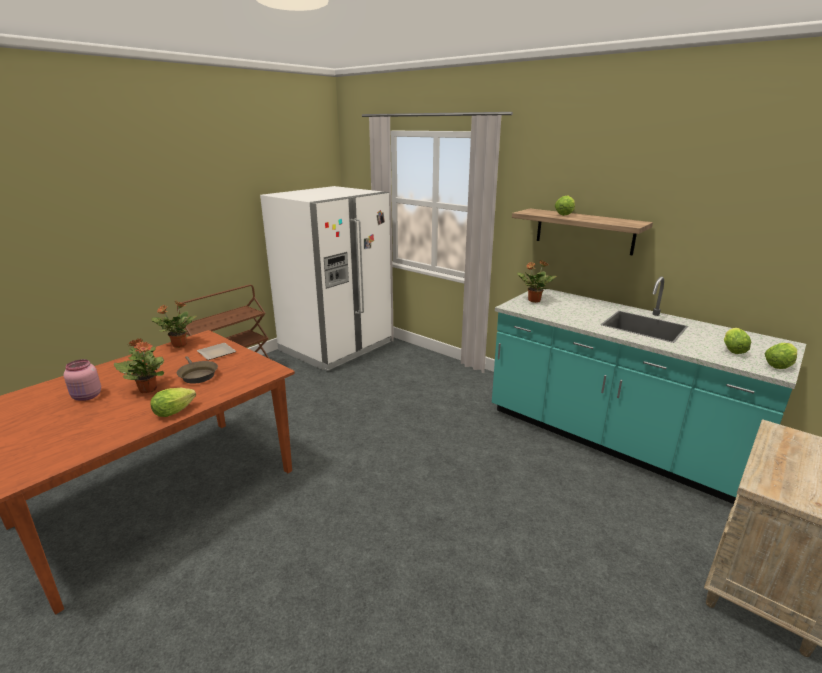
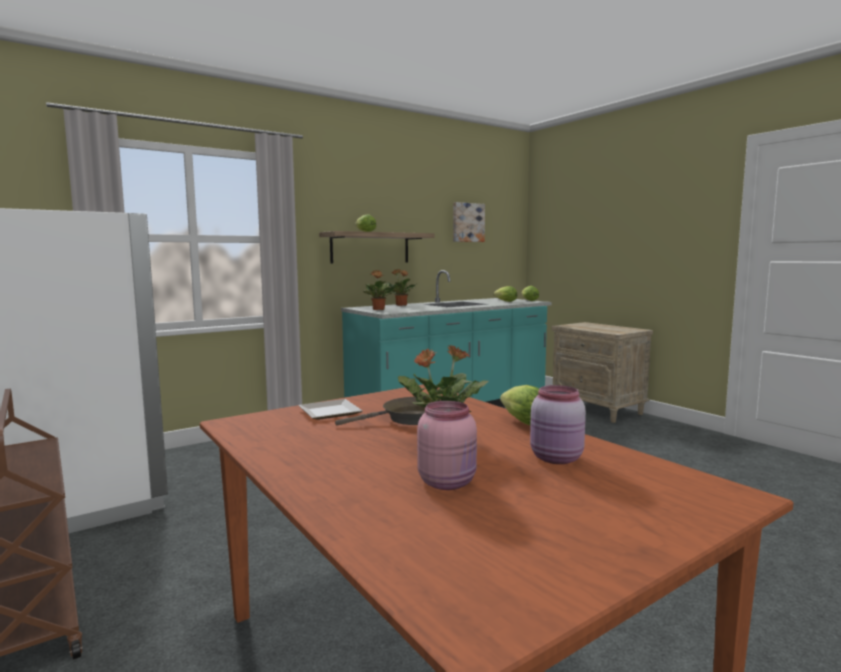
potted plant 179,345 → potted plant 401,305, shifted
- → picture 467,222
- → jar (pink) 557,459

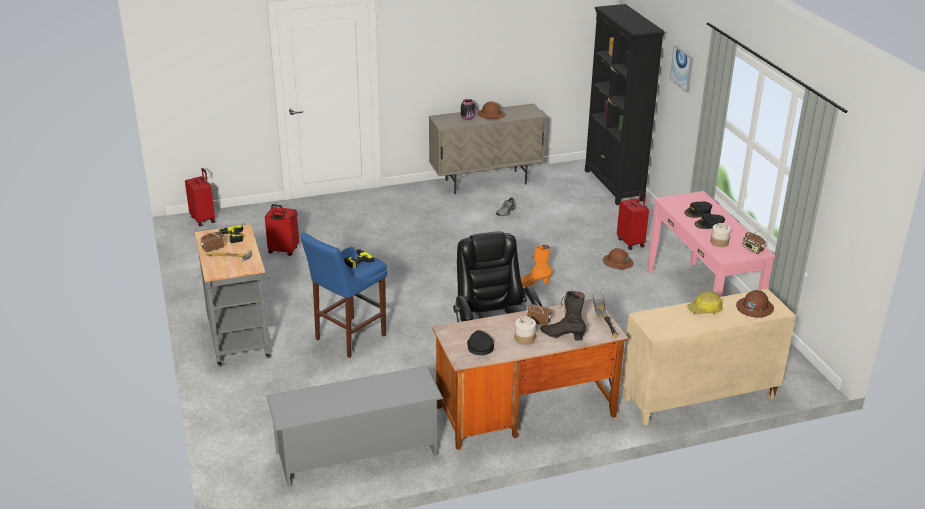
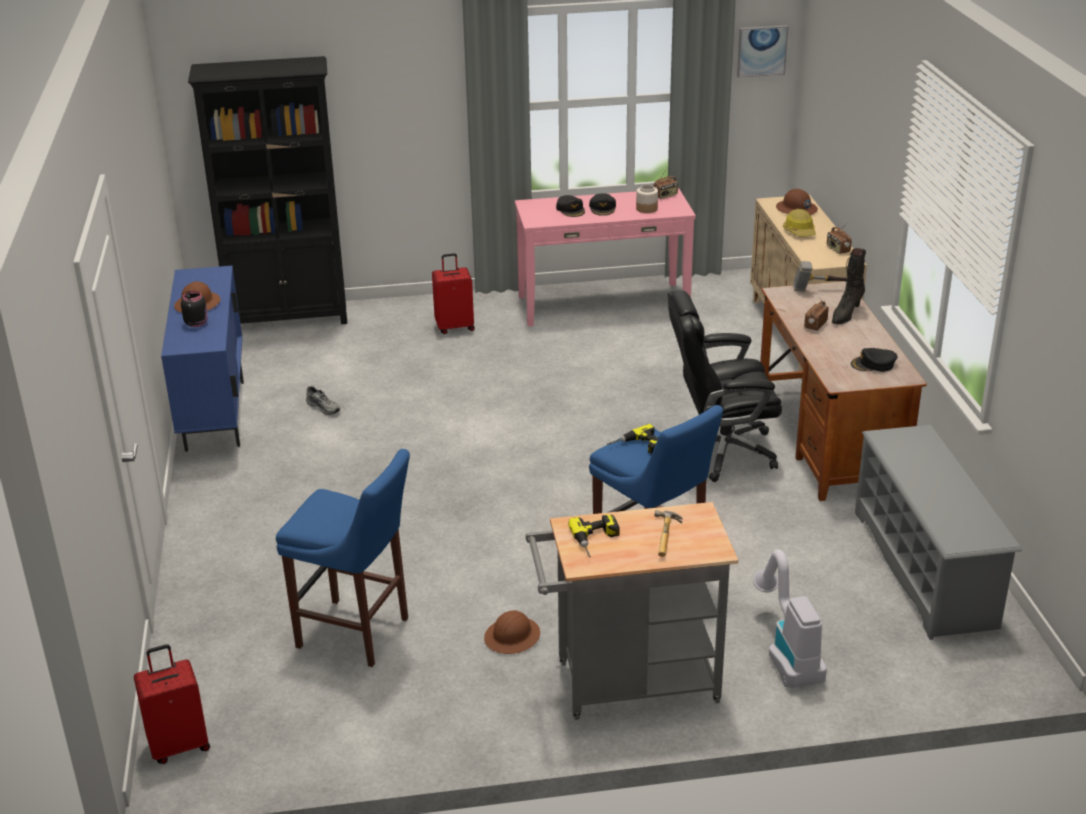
radio 213,248 → radio 837,249, shifted
suitcase (red) 283,251 → stool (blue) 358,634
cabinet (beige) 486,182 → cabinet (blue) 215,415
jar 524,338 → -
boot (orange) 532,283 → -
hard hat (brown) 617,262 → hard hat (brown) 512,637, shifted
picture 682,68 → picture 761,51, shifted
- → vacuum cleaner 786,653

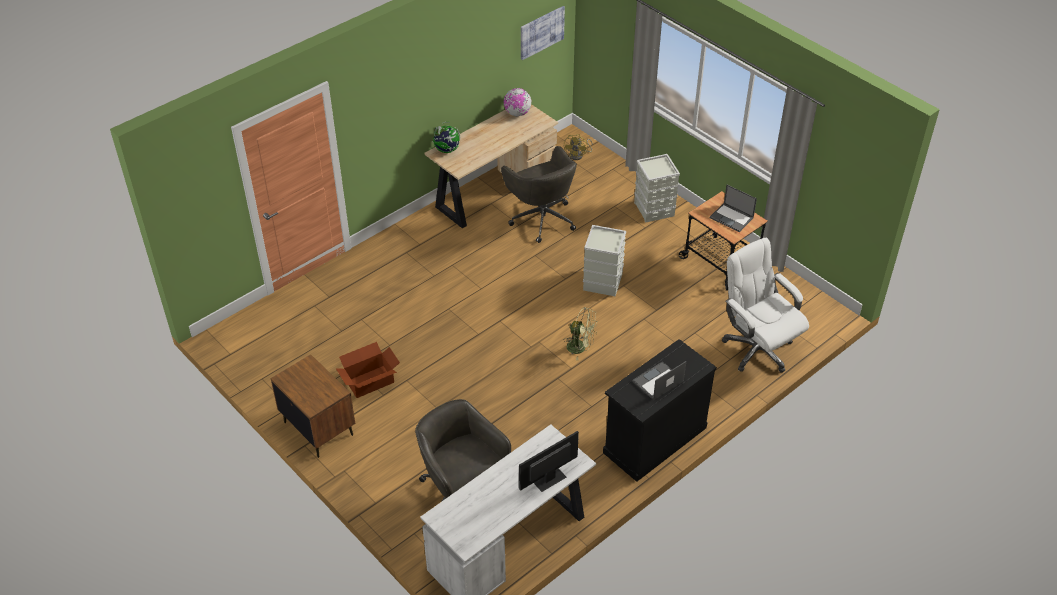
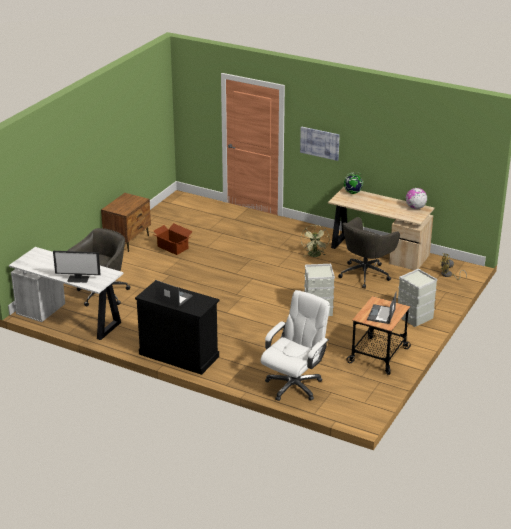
monitor 548,479 → monitor 78,279, 150 degrees clockwise
picture 541,32 → picture 320,143, shifted
fan (green) 580,348 → fan (green) 315,255, shifted

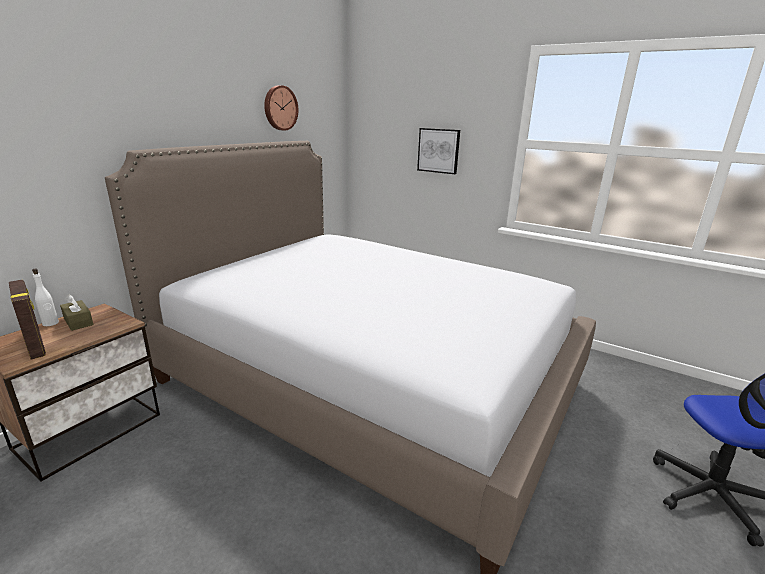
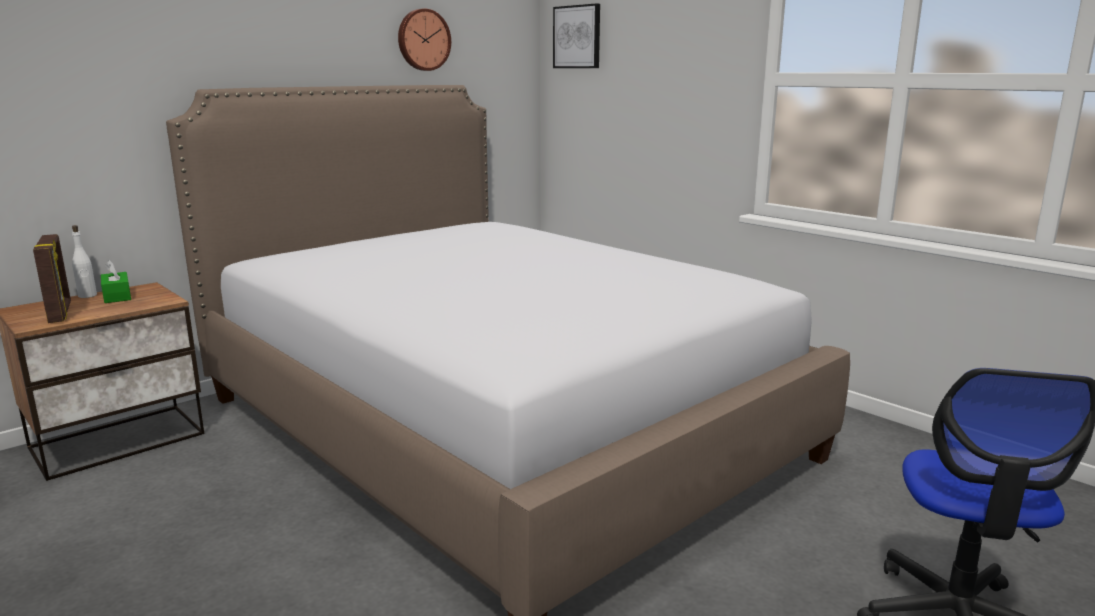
tissue box (brown) 78,321 → tissue box (green) 117,296
picture 438,150 → picture 577,37, shifted

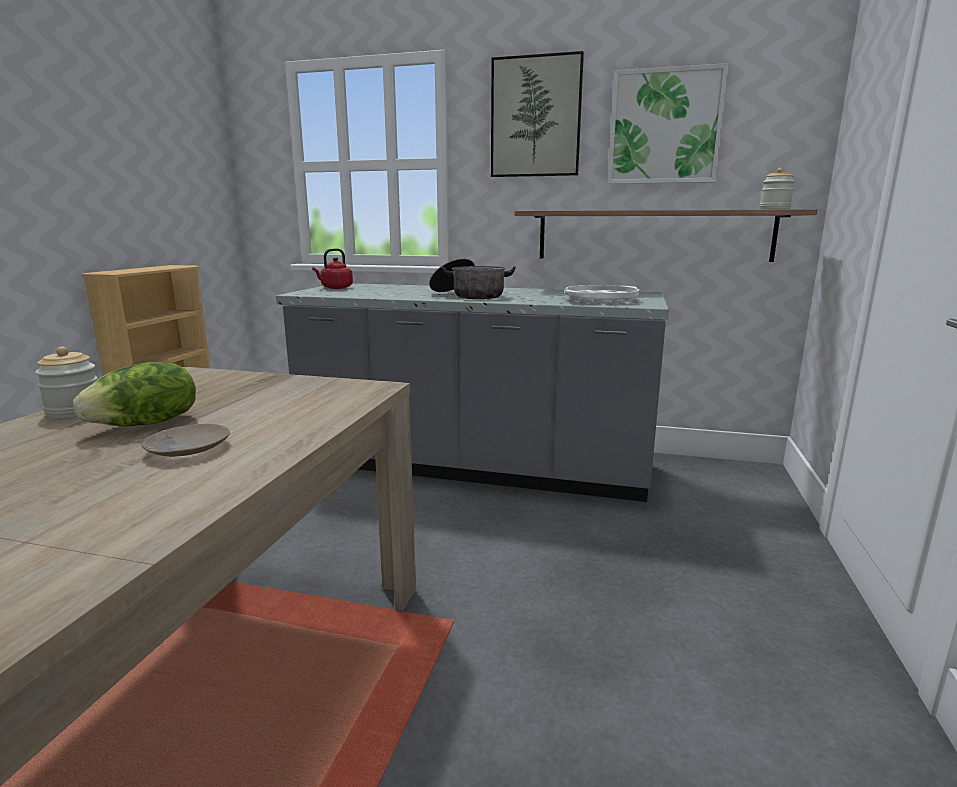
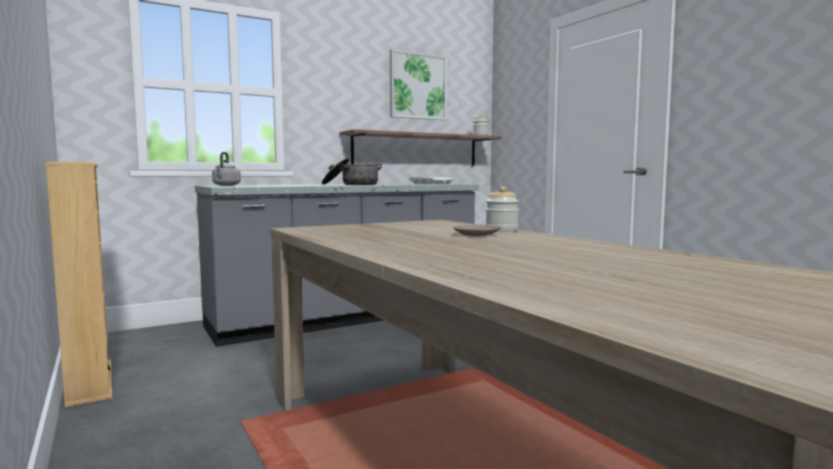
jar 74,411 → jar 501,230, shifted
lettuce 147,424 → -
kettle (red) 335,288 → kettle (grey) 226,185
picture 536,117 → -

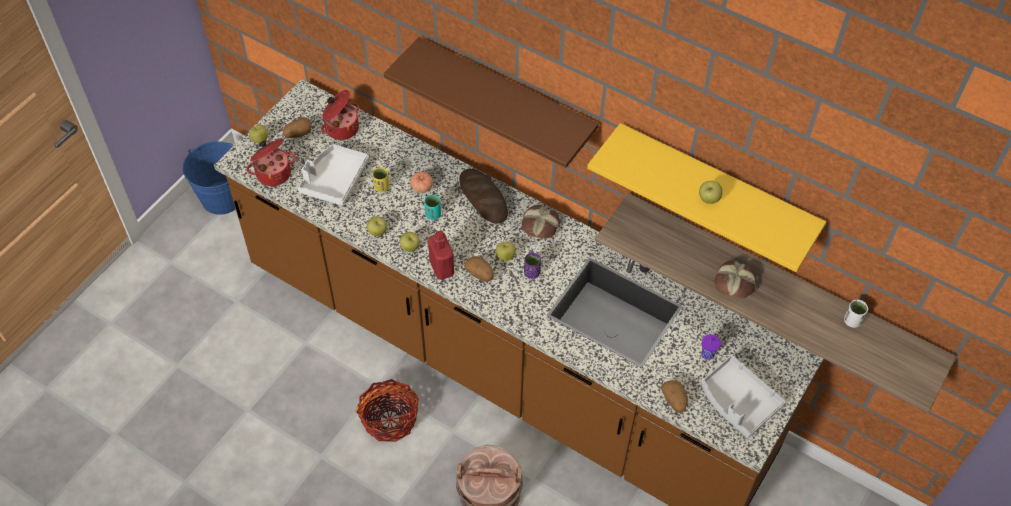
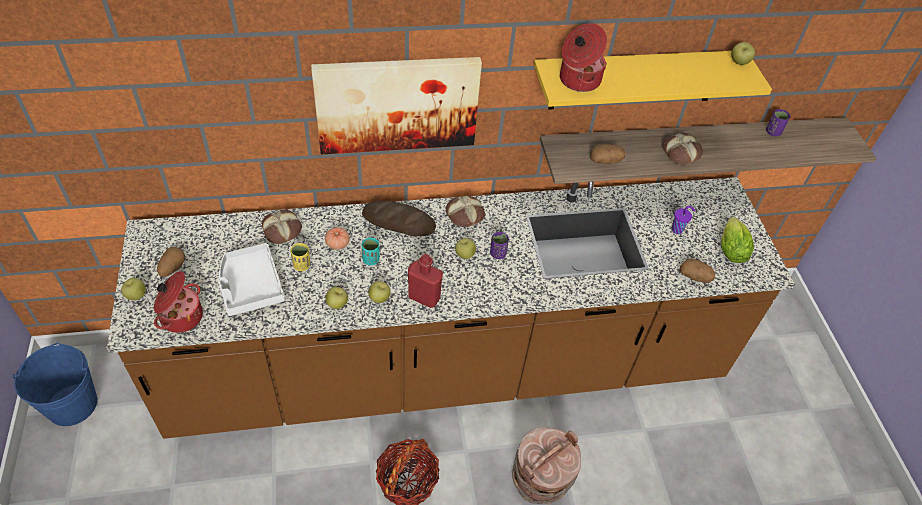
cooking pot 341,127 → cooking pot 578,80, shifted
shelf (brown) 506,99 → picture 397,104
potato 480,274 → potato 605,161, shifted
apple 709,199 → apple 739,63, shifted
tray (grey) 738,401 → lettuce 730,248
cup (white) 852,321 → cup (purple) 773,132
- → bread 282,230

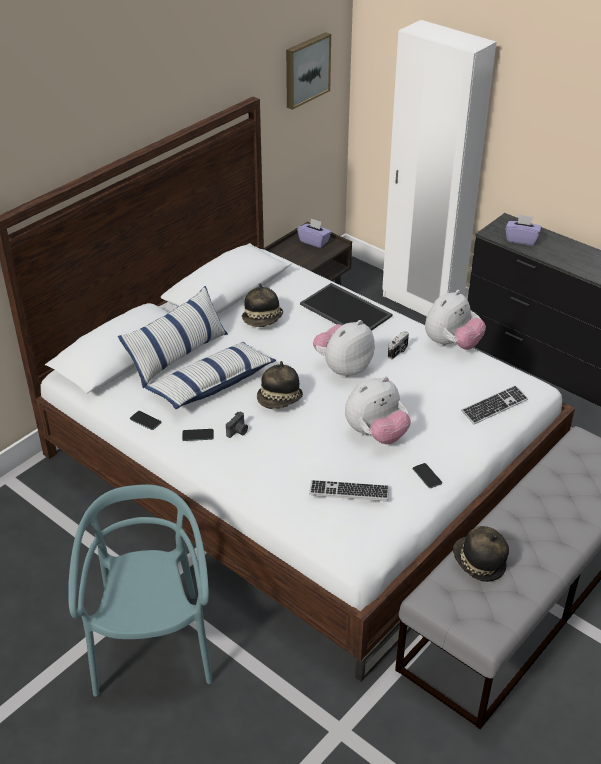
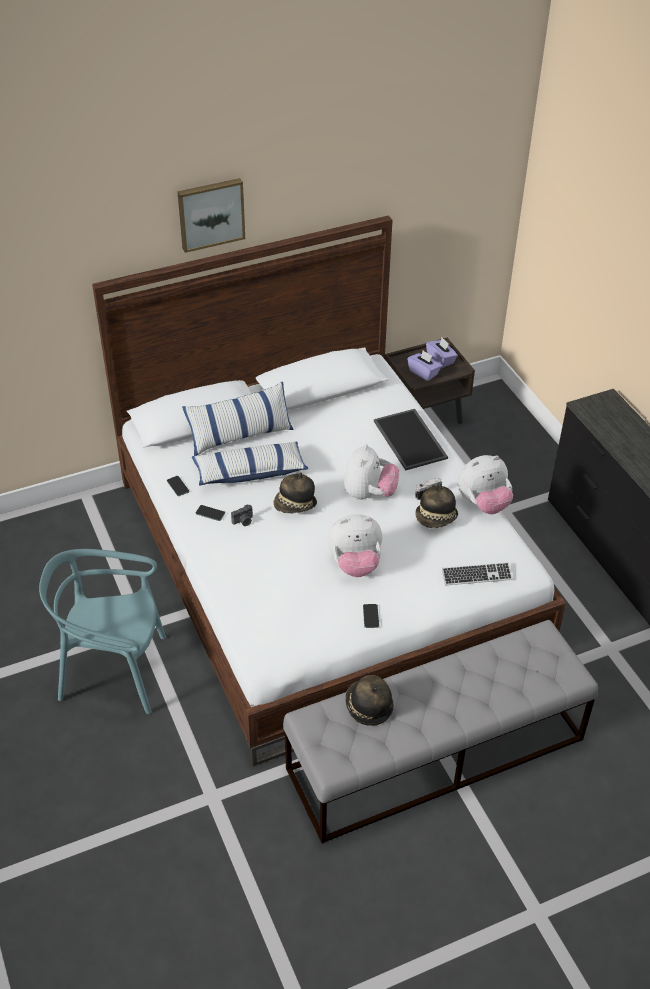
chair (turquoise) 152,645 → chair (turquoise) 114,671, 105 degrees counterclockwise
hat 263,320 → hat 436,518, shifted
picture 306,70 → picture 210,213, shifted
keyboard 349,492 → -
plush toy 343,368 → plush toy 369,494, 120 degrees clockwise
wardrobe (white) 421,304 → -
tissue box (purple) 521,239 → tissue box (purple) 423,372, shifted

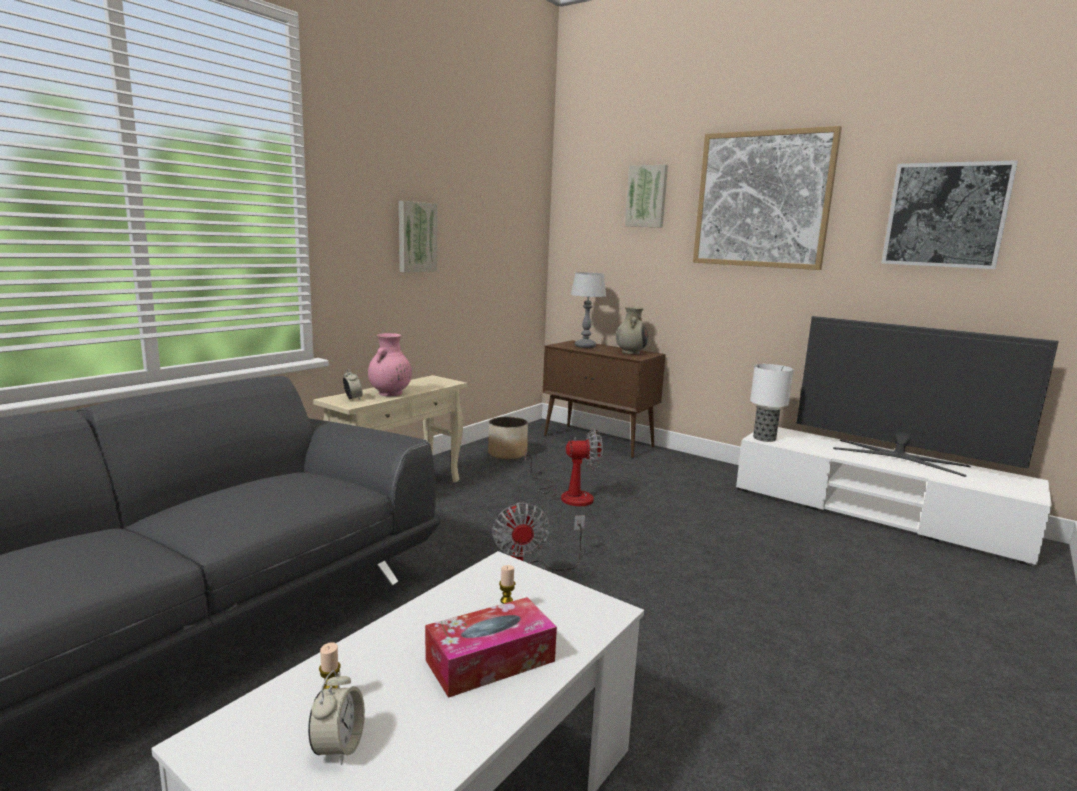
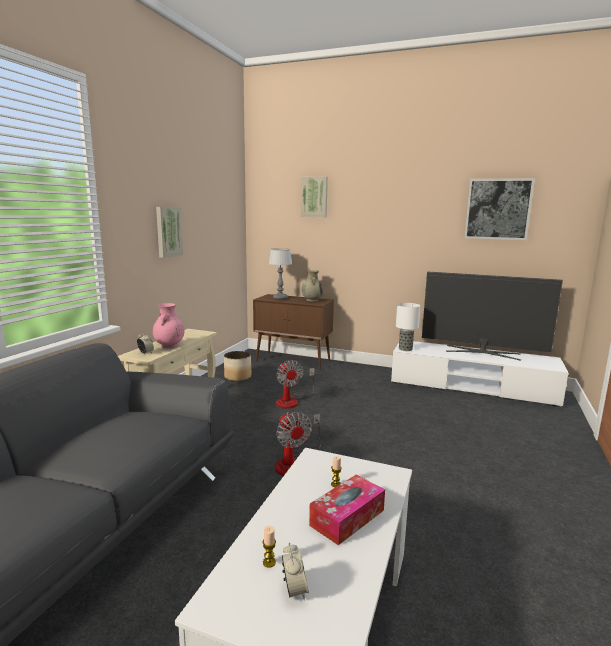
fan 568,495 → fan 291,400, 90 degrees clockwise
picture 762,200 → -

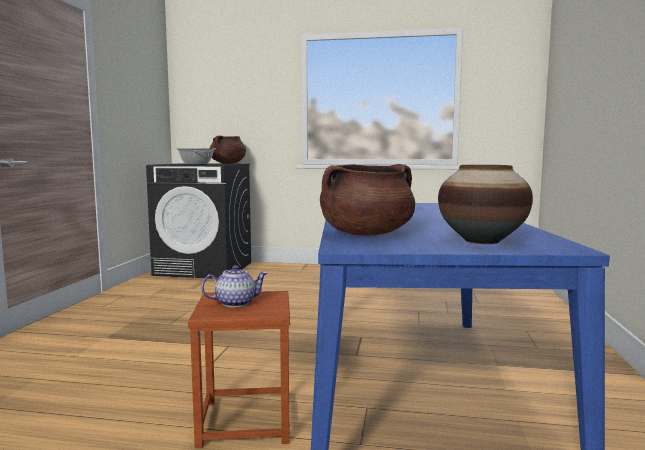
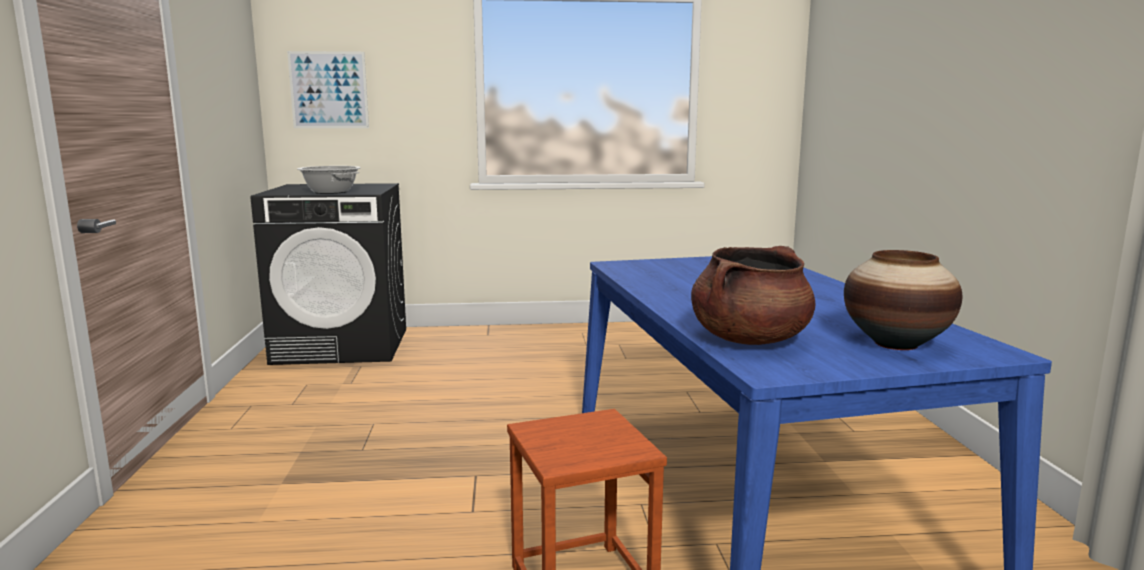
teapot 236,303 → -
cooking pot (brown) 227,163 → -
- → picture 329,90

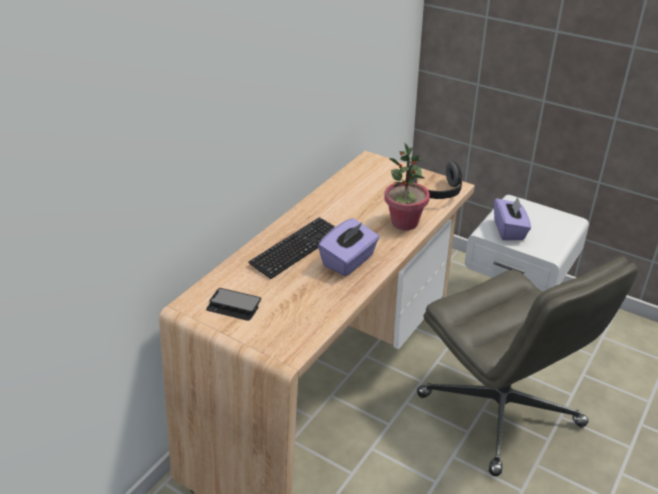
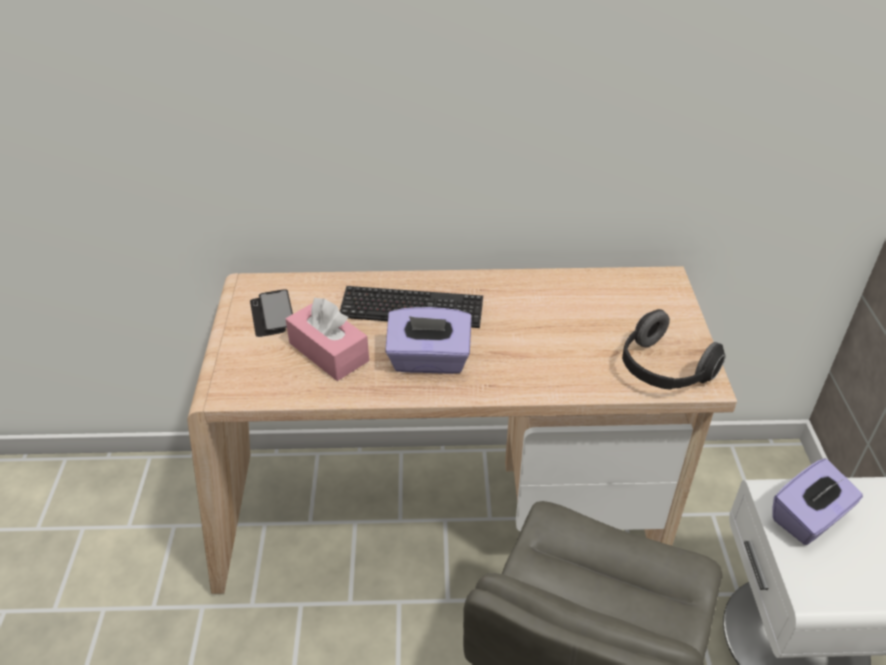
potted plant 404,223 → -
- → tissue box (pink) 329,352

